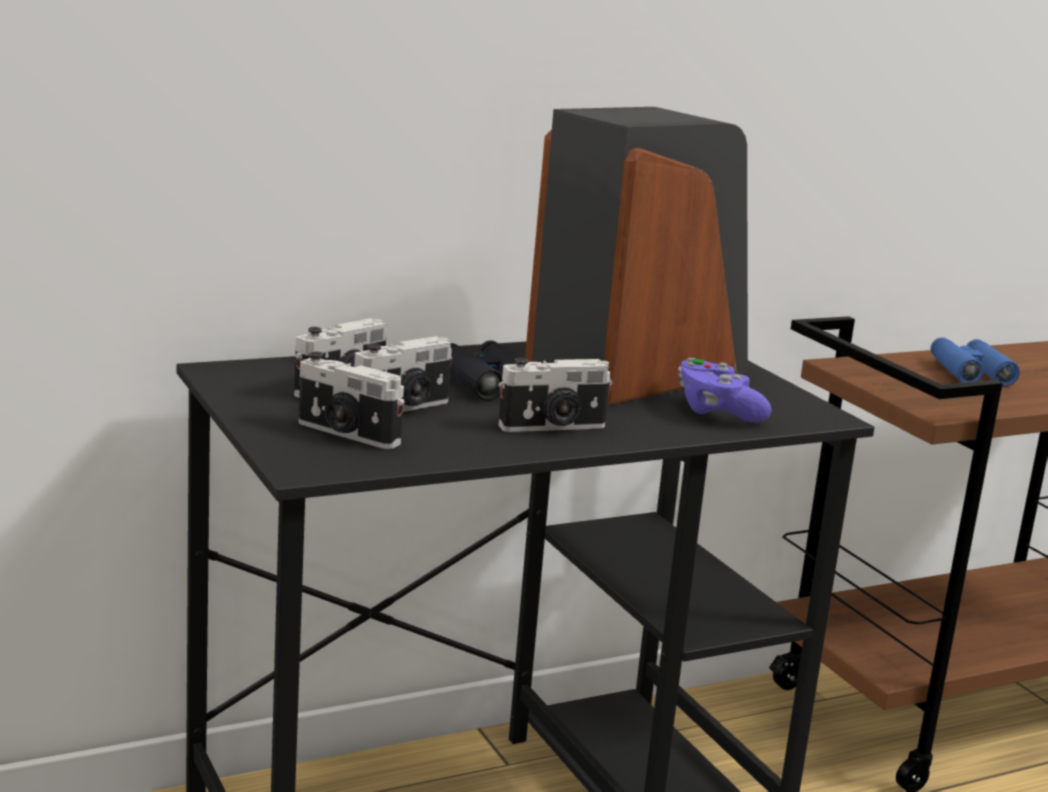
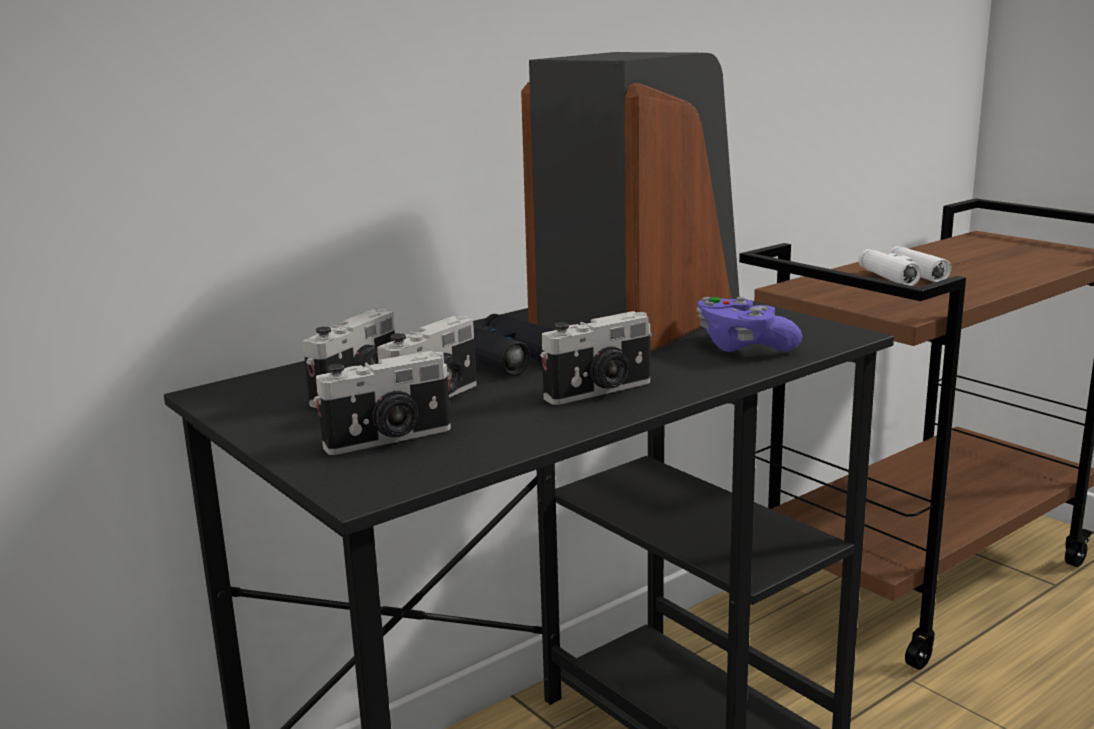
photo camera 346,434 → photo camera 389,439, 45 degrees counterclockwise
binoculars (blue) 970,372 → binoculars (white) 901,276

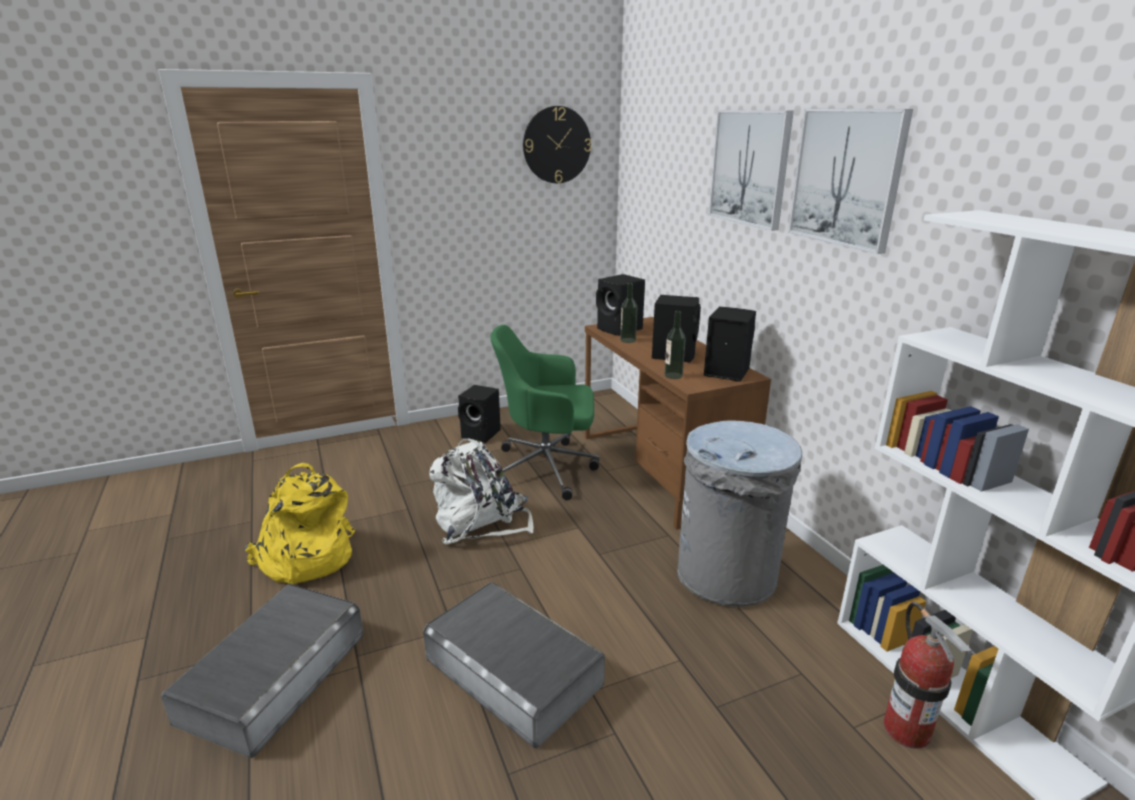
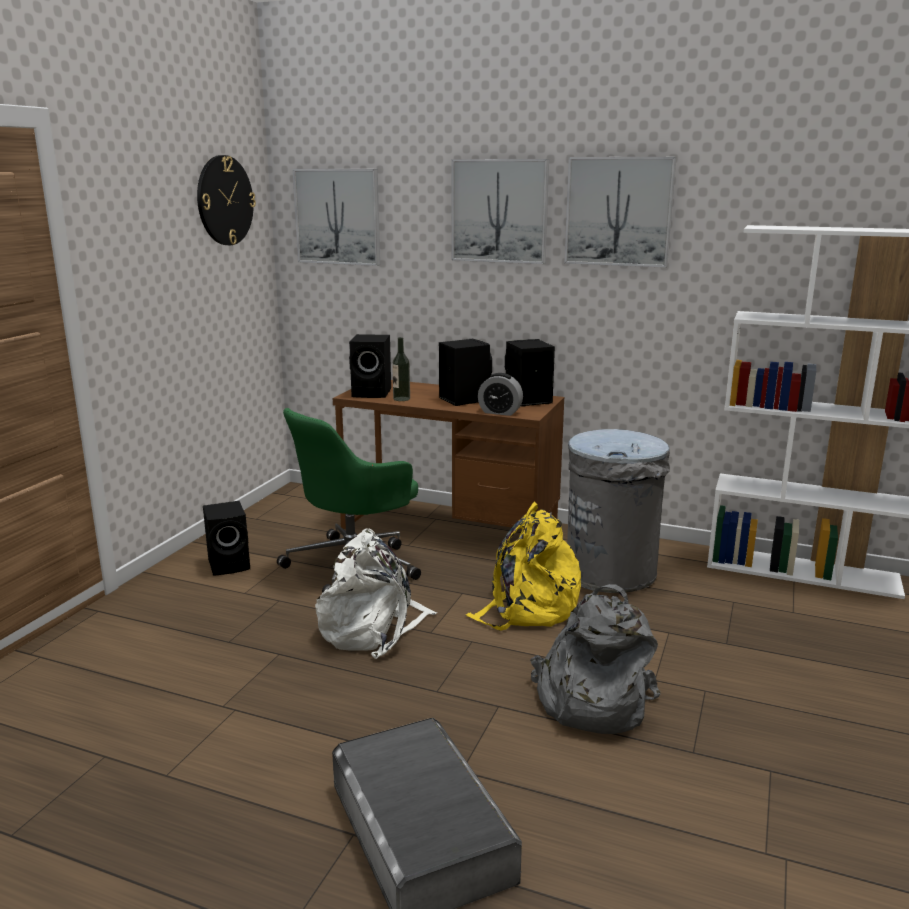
backpack (yellow) 305,558 → backpack (yellow) 528,607, shifted
storage box (grey) 513,670 → backpack (grey) 590,701
bottle 673,375 → alarm clock 500,412
fire extinguisher 906,730 → -
- → picture 338,216

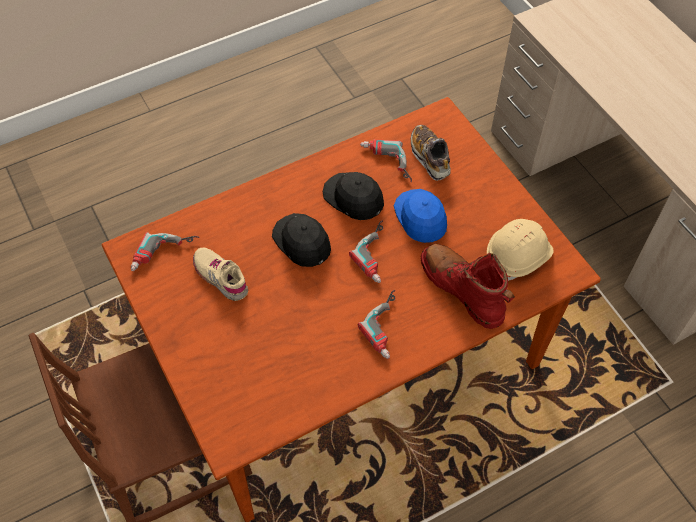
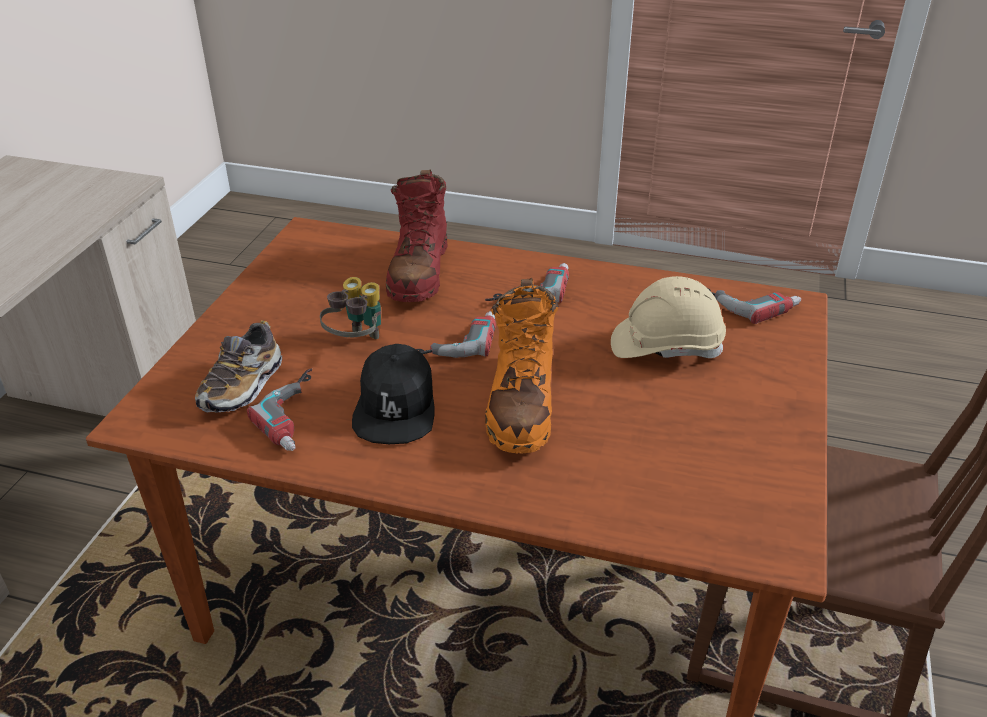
power drill 165,256 → power drill 746,301, shifted
shoe (beige) 221,277 → -
cap (black) 302,242 → boot (orange) 521,404
cap (blue) 421,217 → binoculars 356,342
hard hat (beige) 518,257 → hard hat (beige) 665,346, shifted

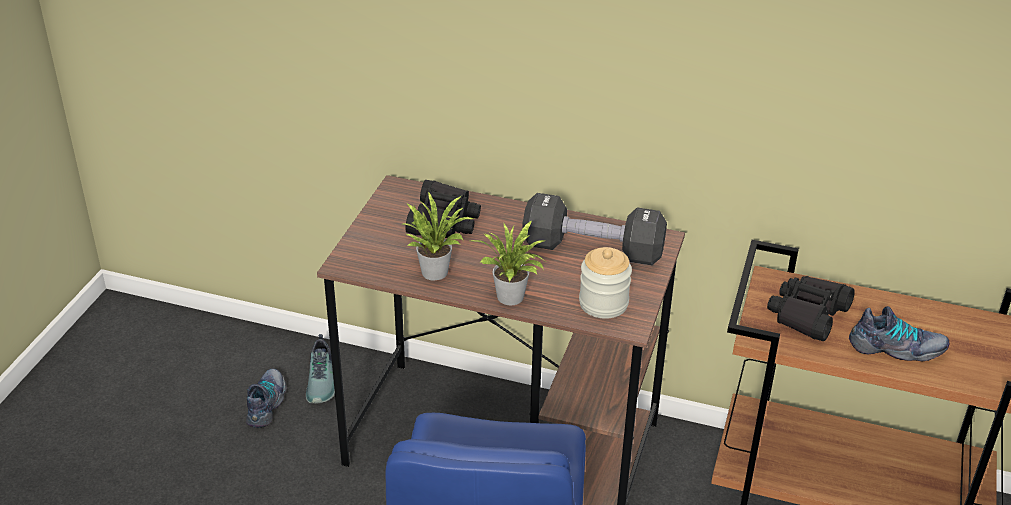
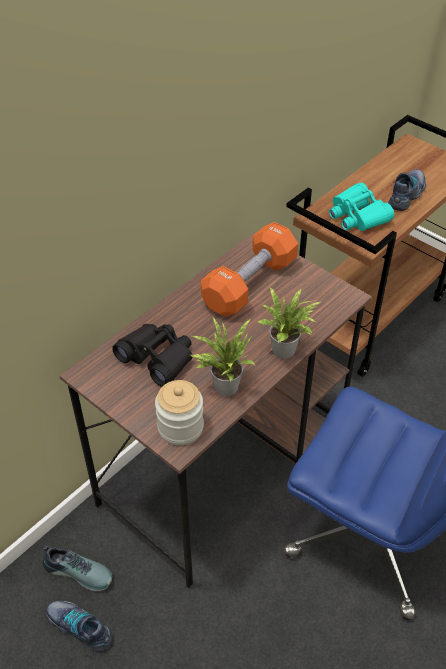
dumbbell (black) 592,249 → dumbbell (orange) 249,284
jar 603,303 → jar 180,427, shifted
binoculars (black) 808,314 → binoculars (turquoise) 357,216

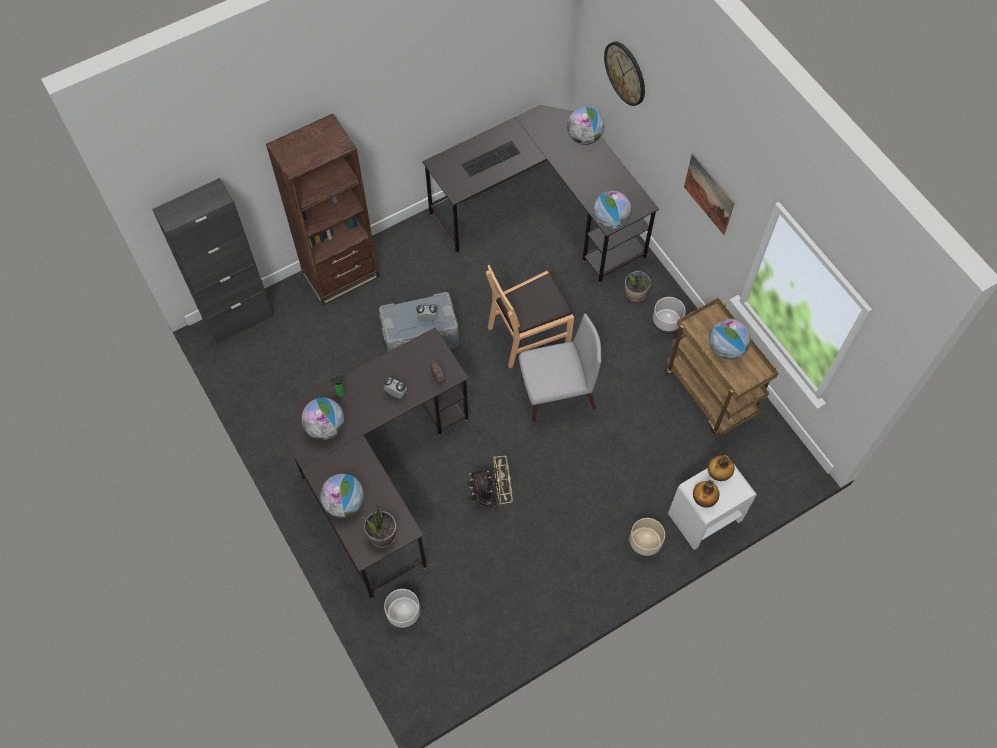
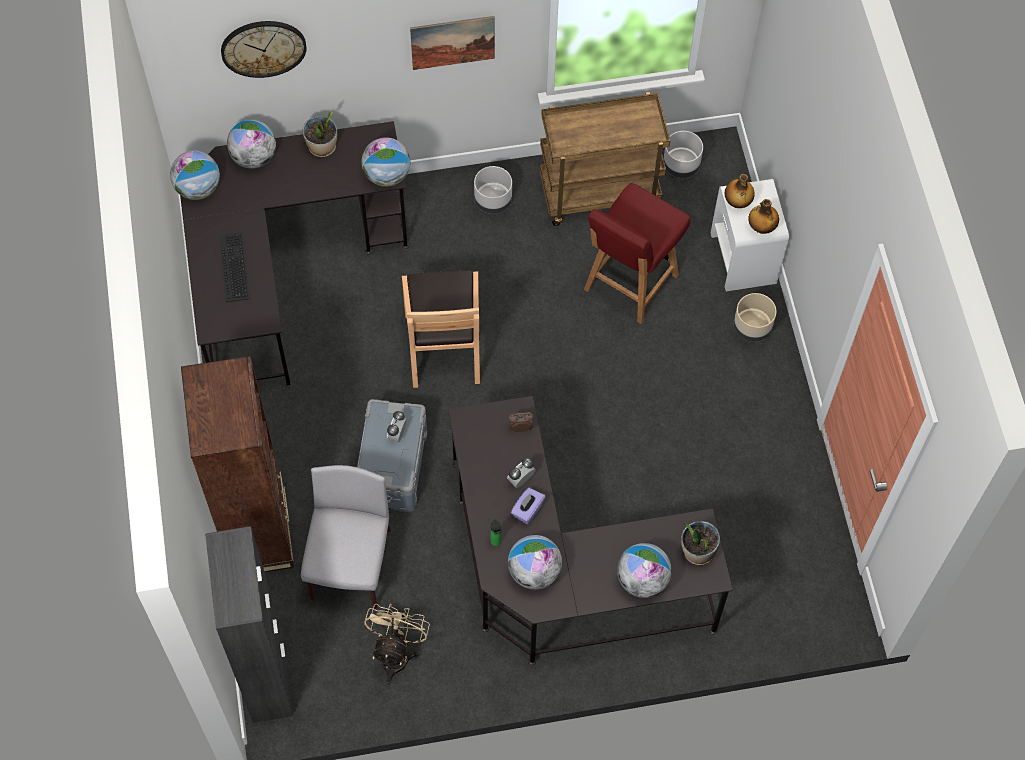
planter (grey) 404,613 → planter (grey) 681,165, shifted
fan (beige) 492,496 → fan (beige) 396,653, shifted
chair (grey) 556,394 → chair (grey) 351,566, shifted
potted plant 635,294 → potted plant 322,147, shifted
globe 726,348 → globe 198,188, shifted
- → tissue box (purple) 527,510
- → chair (red) 629,284

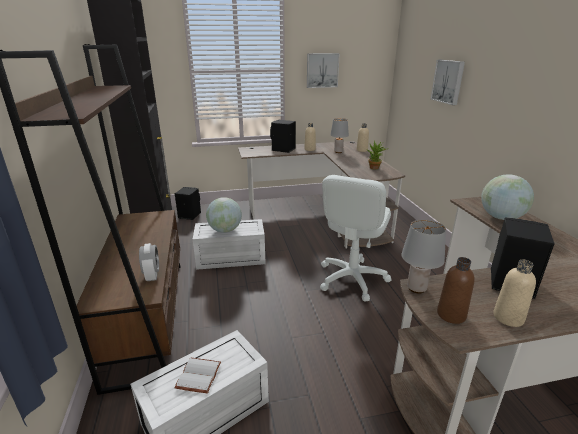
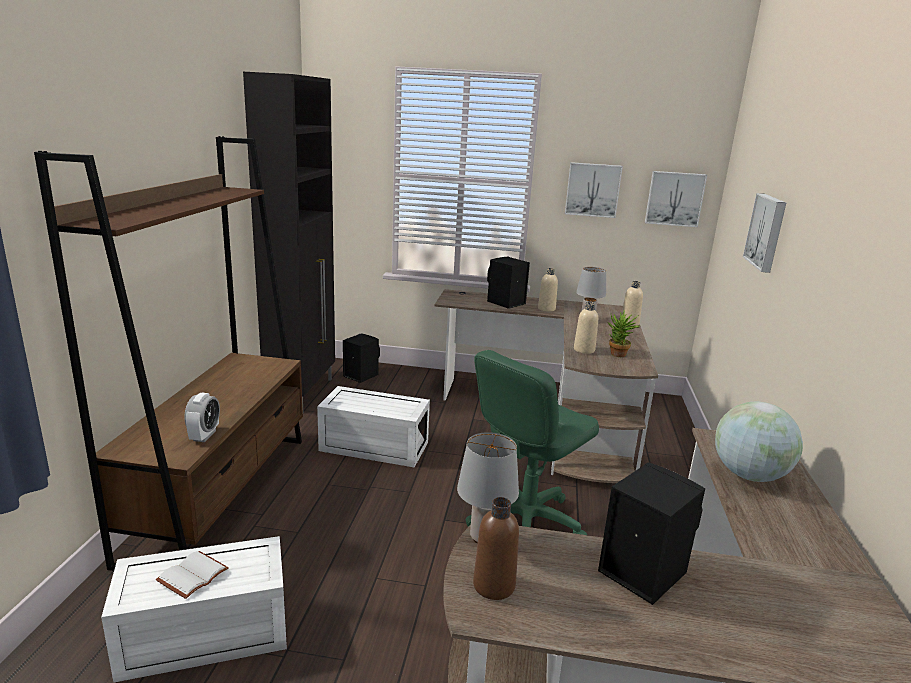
globe 225,230 → -
office chair (white) 351,279 → office chair (green) 525,522
bottle (beige) 508,317 → bottle (beige) 584,350, shifted
- → picture 674,198

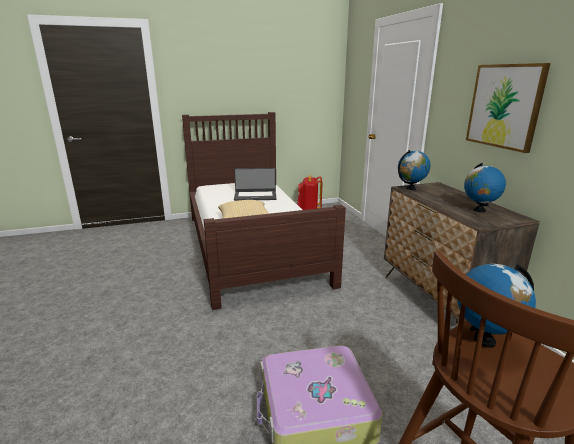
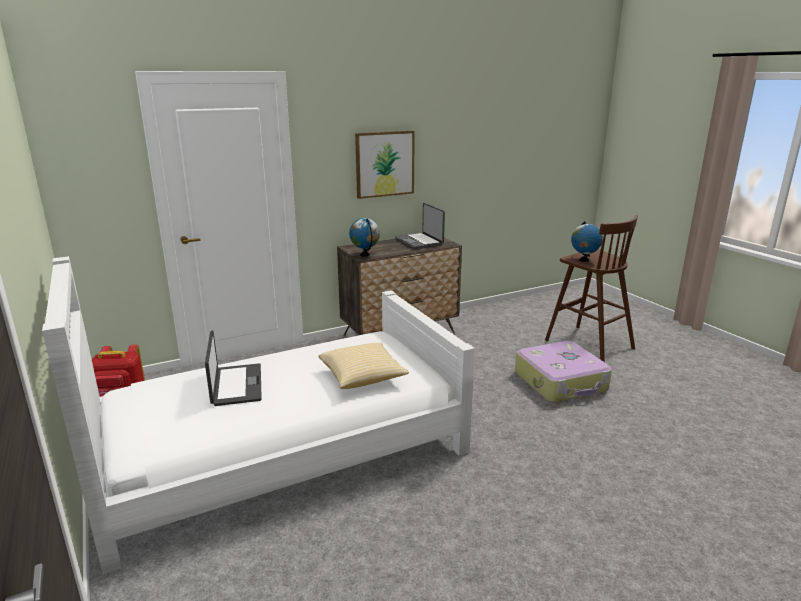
bed (brown) 251,246 → bed (white) 281,452
globe 479,210 → laptop 420,242

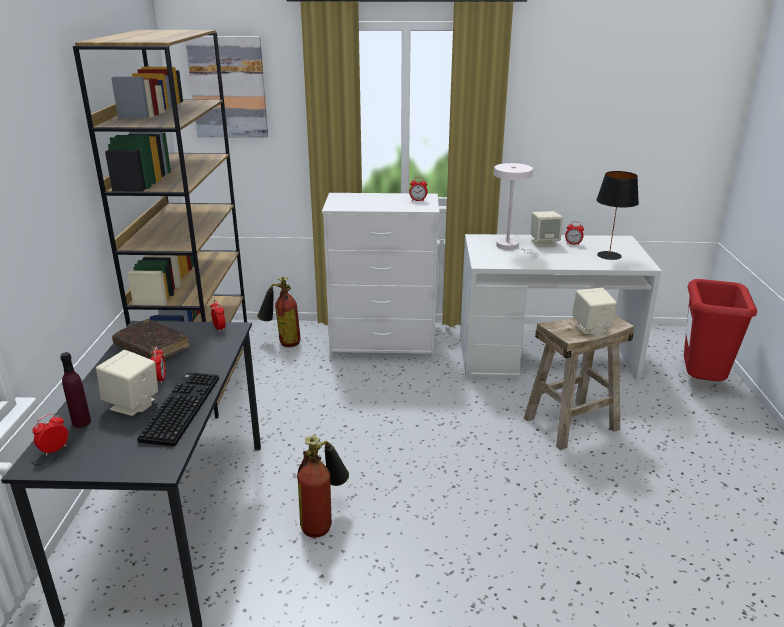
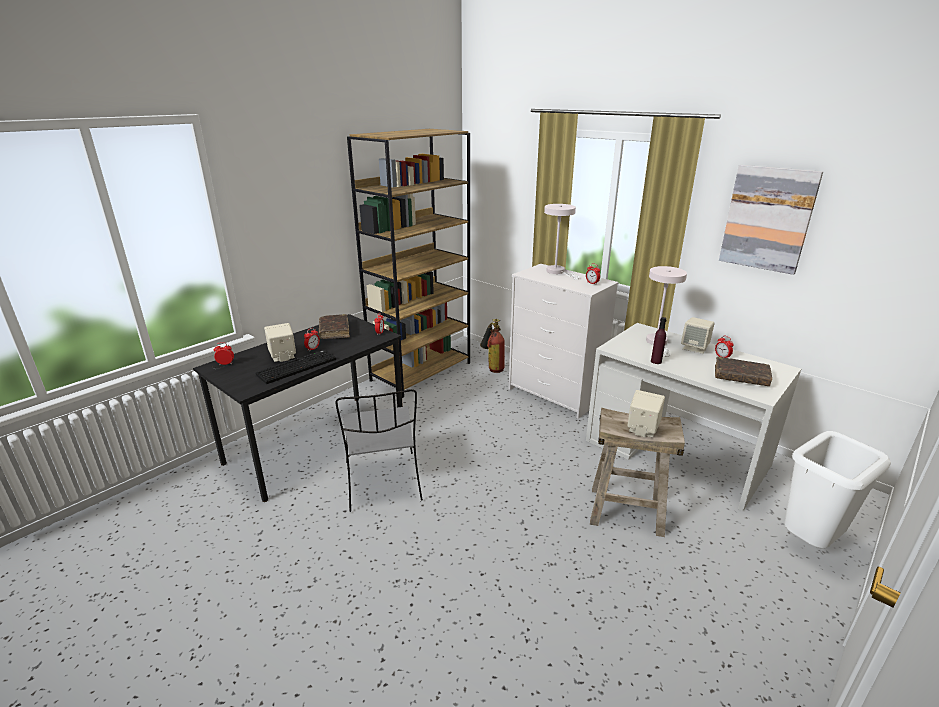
bottle (purple) 81,422 → bottle (purple) 656,361, shifted
picture 228,87 → picture 767,219, shifted
fire extinguisher 324,520 → chair (grey) 383,482
table lamp (black) 609,255 → book (brown) 740,377
trash can (red) 700,383 → trash can (white) 809,543
- → table lamp (white) 558,272

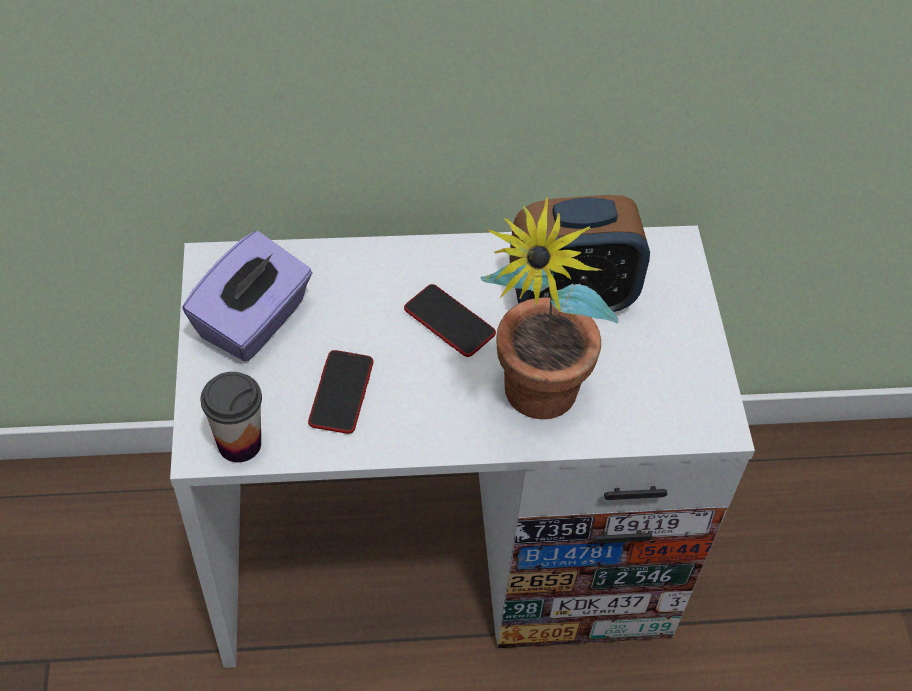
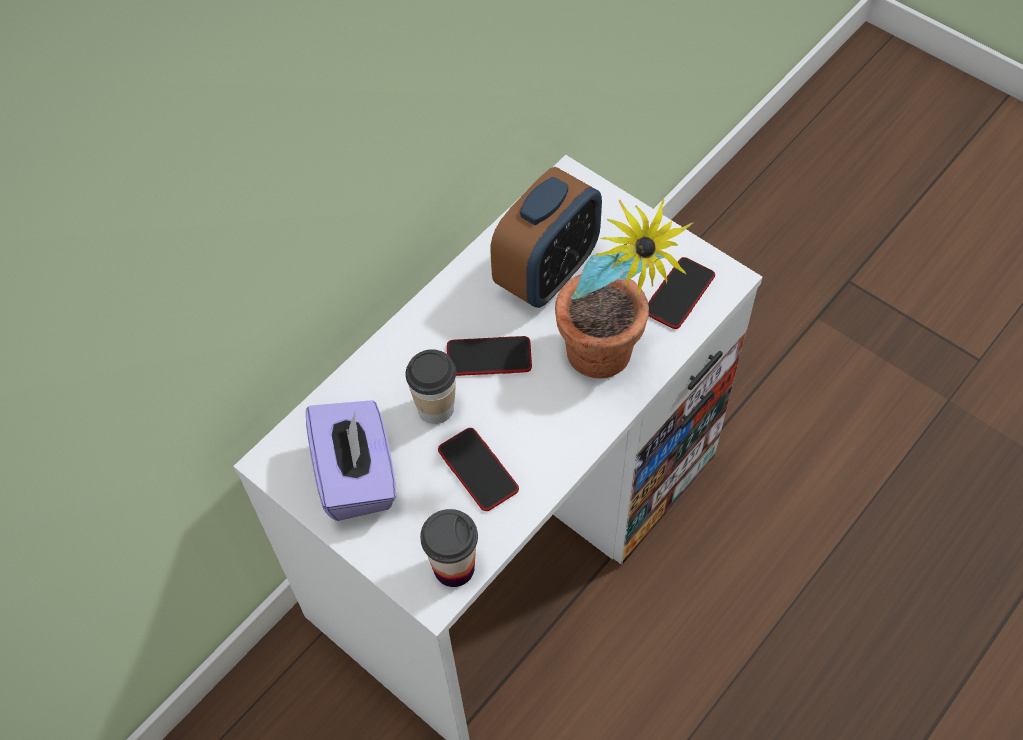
- → cup 436,407
- → phone 679,294

